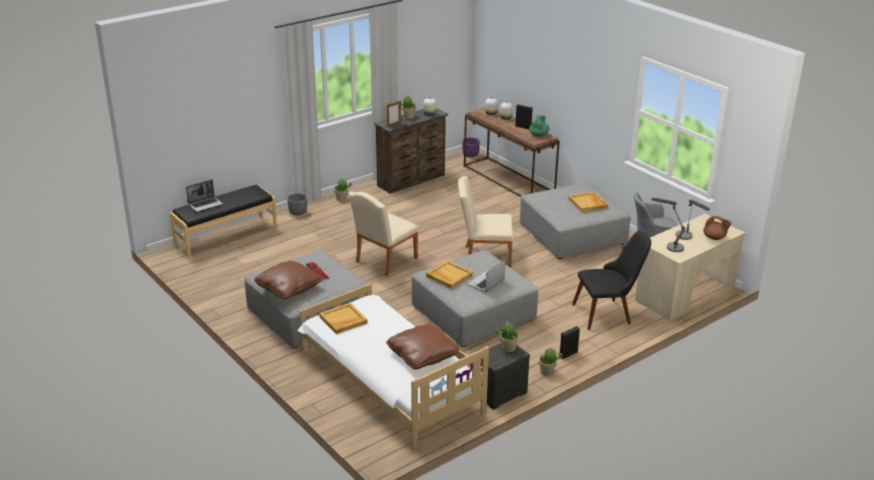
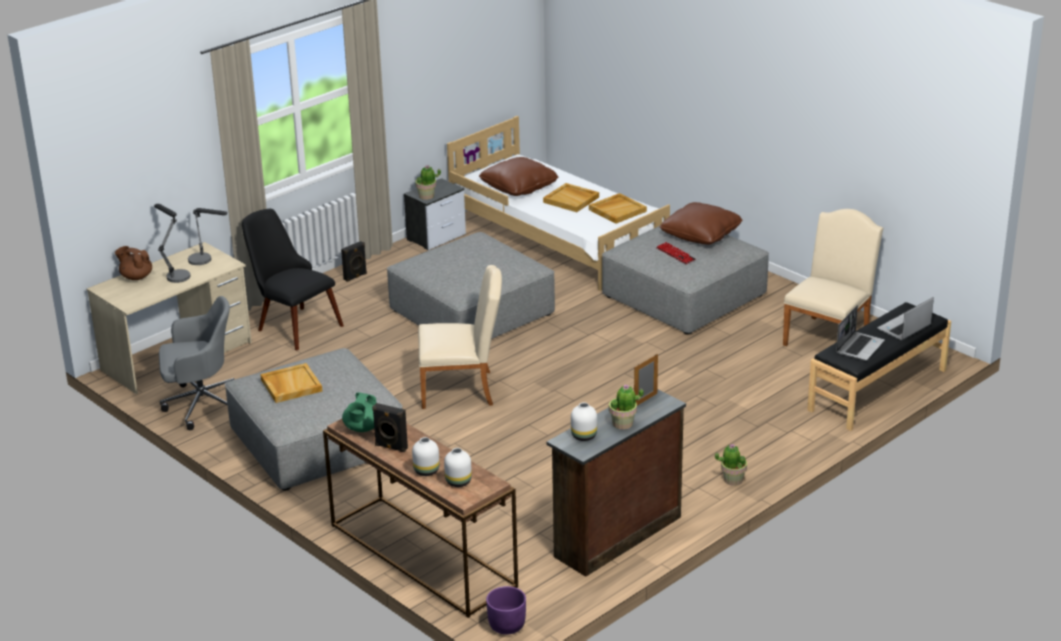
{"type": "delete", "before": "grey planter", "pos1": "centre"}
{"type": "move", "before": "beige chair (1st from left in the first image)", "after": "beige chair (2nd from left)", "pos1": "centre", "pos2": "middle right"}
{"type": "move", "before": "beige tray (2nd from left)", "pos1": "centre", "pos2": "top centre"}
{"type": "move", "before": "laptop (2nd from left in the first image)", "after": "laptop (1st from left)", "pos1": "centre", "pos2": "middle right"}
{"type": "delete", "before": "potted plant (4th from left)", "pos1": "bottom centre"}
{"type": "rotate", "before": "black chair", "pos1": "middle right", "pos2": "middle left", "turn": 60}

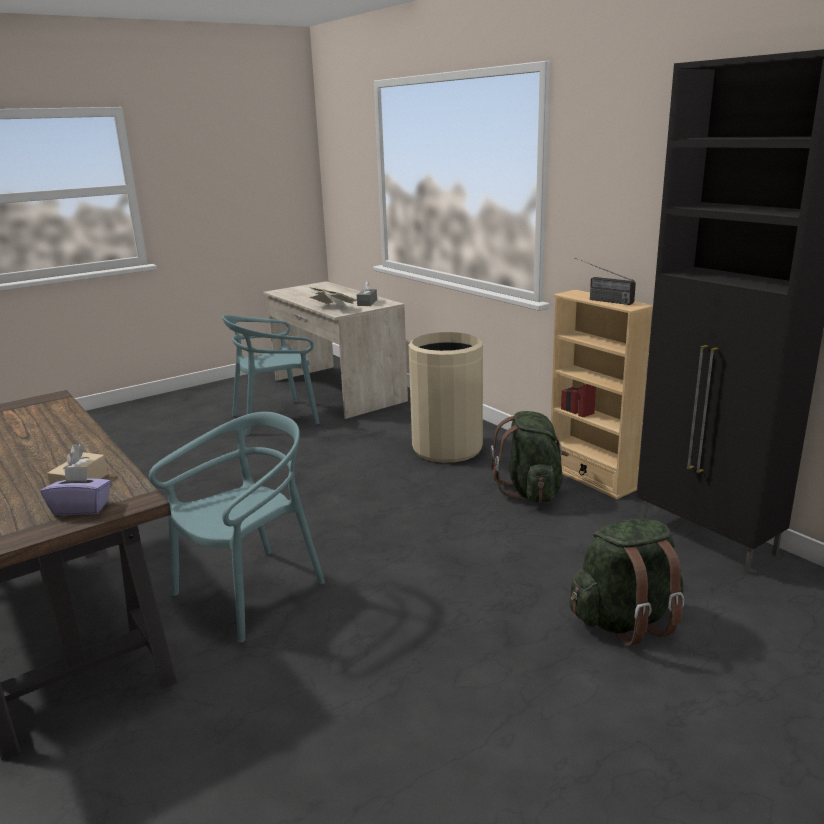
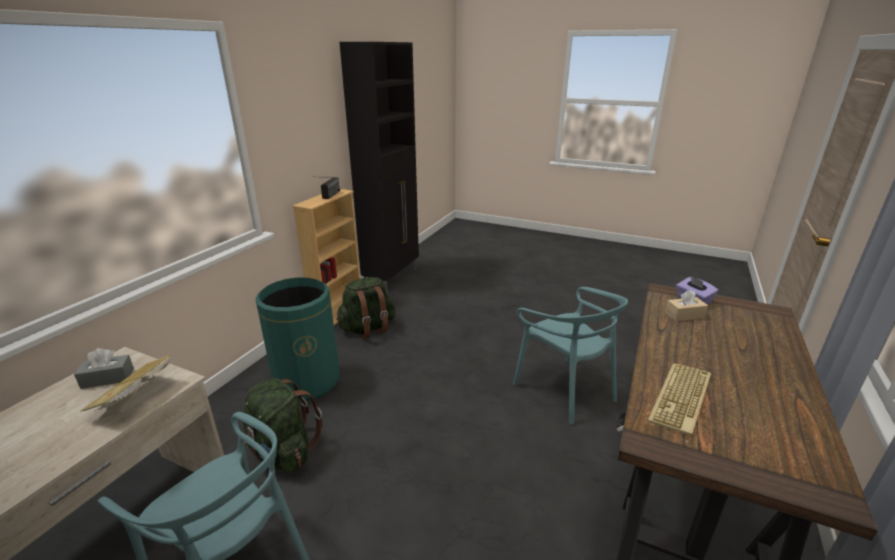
{"type": "rotate", "before": "turquoise chair (1st from left in the first image)", "pos1": "middle left", "pos2": "centre", "turn": -135}
{"type": "recolor", "before": "beige trash can", "after": "green trash can", "pos1": "centre", "pos2": "middle left"}
{"type": "move", "before": "green backpack (2nd from left in the first image)", "after": "green backpack (1st from left)", "pos1": "bottom right", "pos2": "bottom left"}
{"type": "insert", "after": "keyboard", "pos2": "bottom right"}

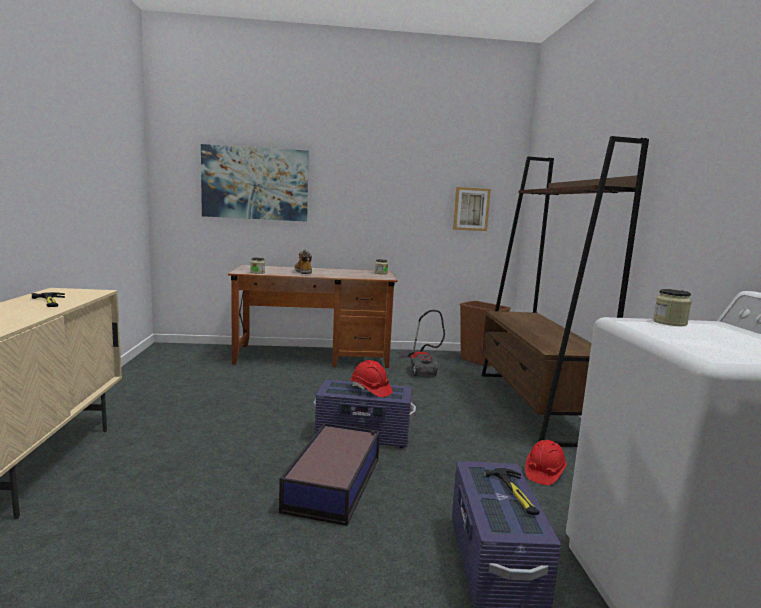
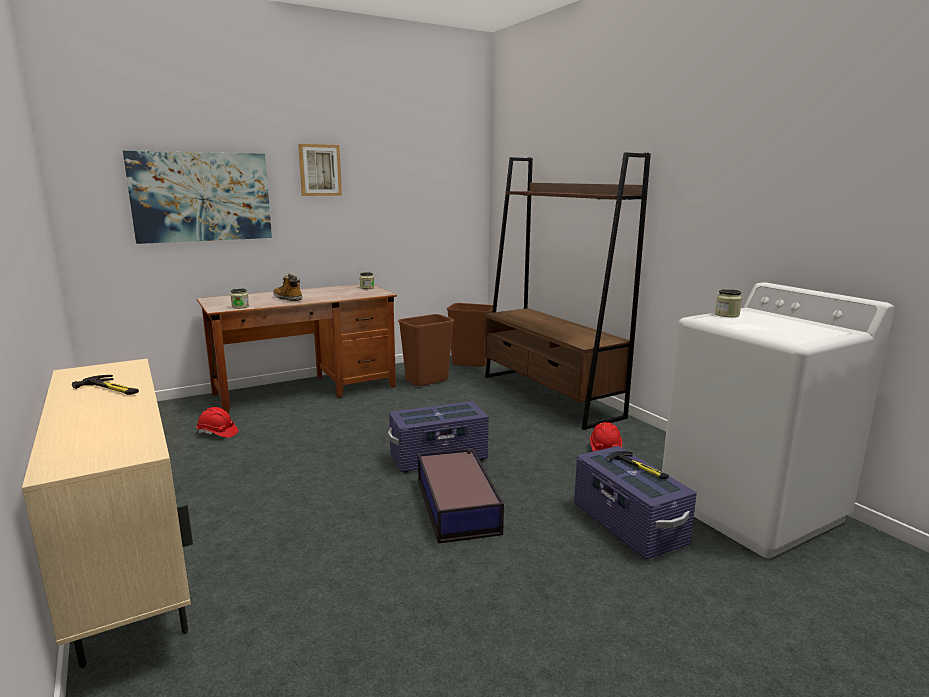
{"type": "move", "before": "red hard hat (1st from left)", "pos1": "centre", "pos2": "middle left"}
{"type": "replace", "before": "vacuum cleaner", "after": "brown trash can (1st from left)", "pos1": "centre", "pos2": "centre"}
{"type": "move", "before": "picture (2nd from left)", "pos1": "centre", "pos2": "top centre"}

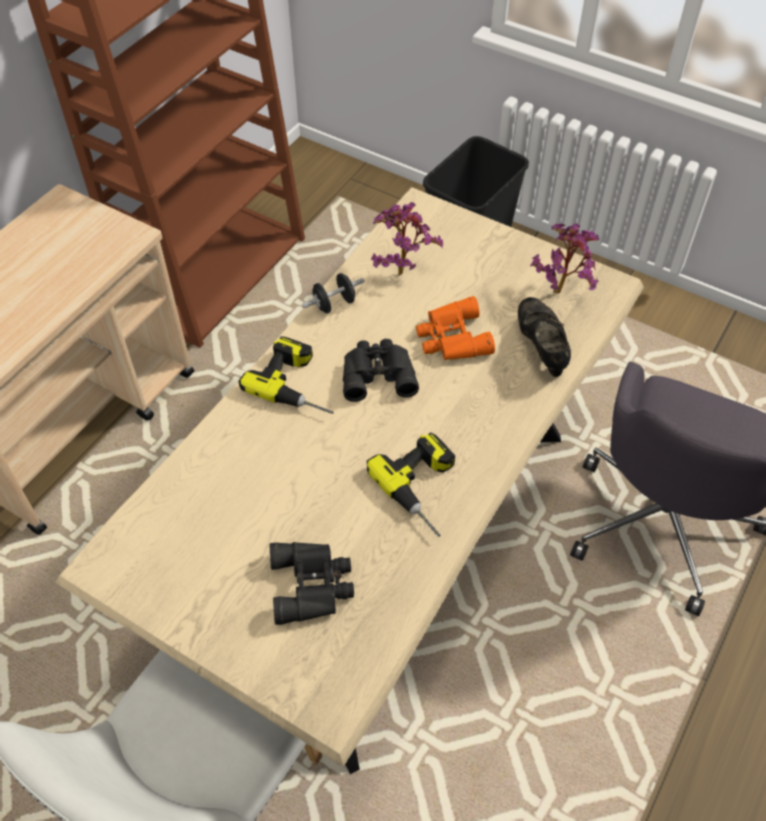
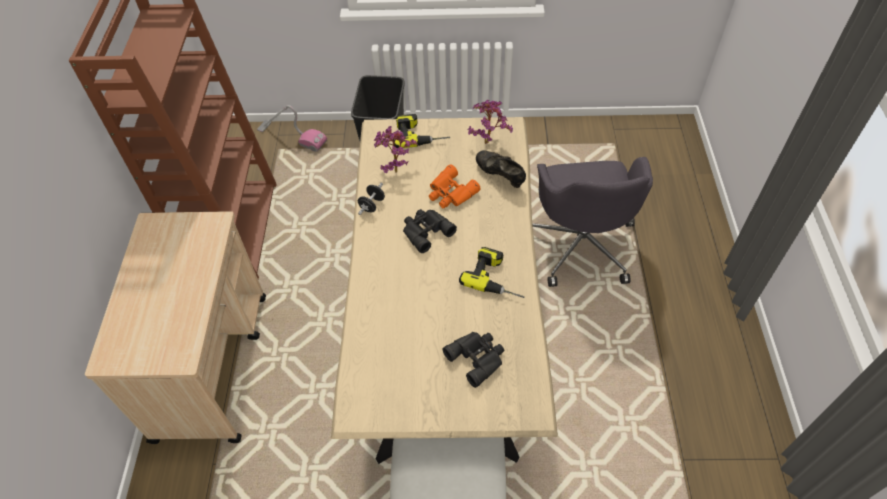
{"type": "move", "before": "power drill (1st from left)", "pos1": "centre", "pos2": "top centre"}
{"type": "insert", "after": "vacuum cleaner", "pos2": "top left"}

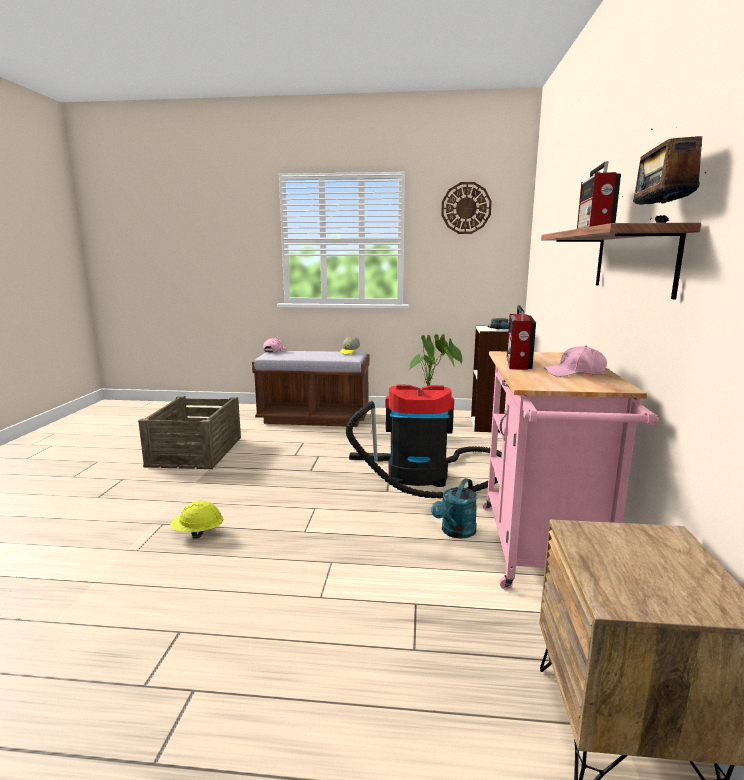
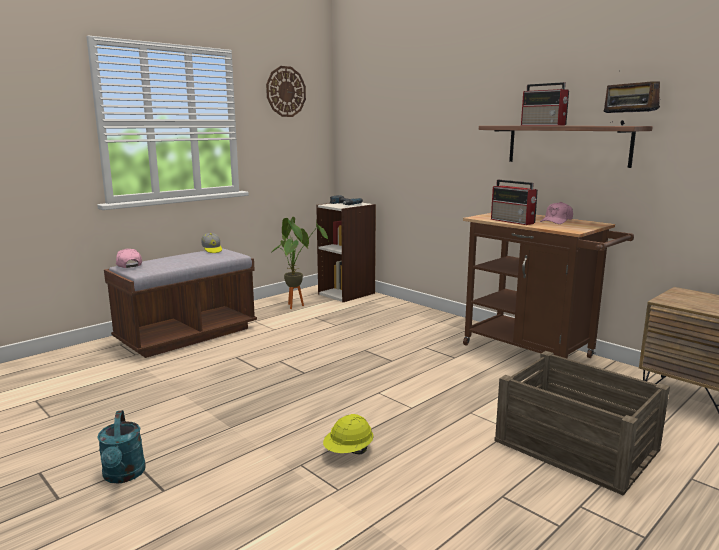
{"type": "move", "before": "crate", "pos1": "middle left", "pos2": "bottom right"}
{"type": "delete", "before": "vacuum cleaner", "pos1": "centre"}
{"type": "move", "before": "turquoise watering can", "pos1": "centre", "pos2": "bottom left"}
{"type": "recolor", "before": "pink cart", "after": "brown cart", "pos1": "middle right", "pos2": "middle right"}

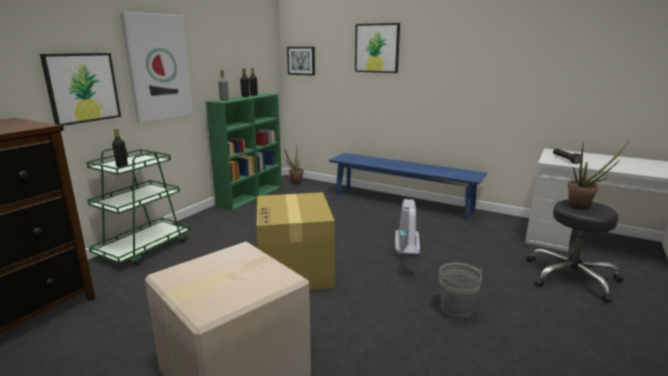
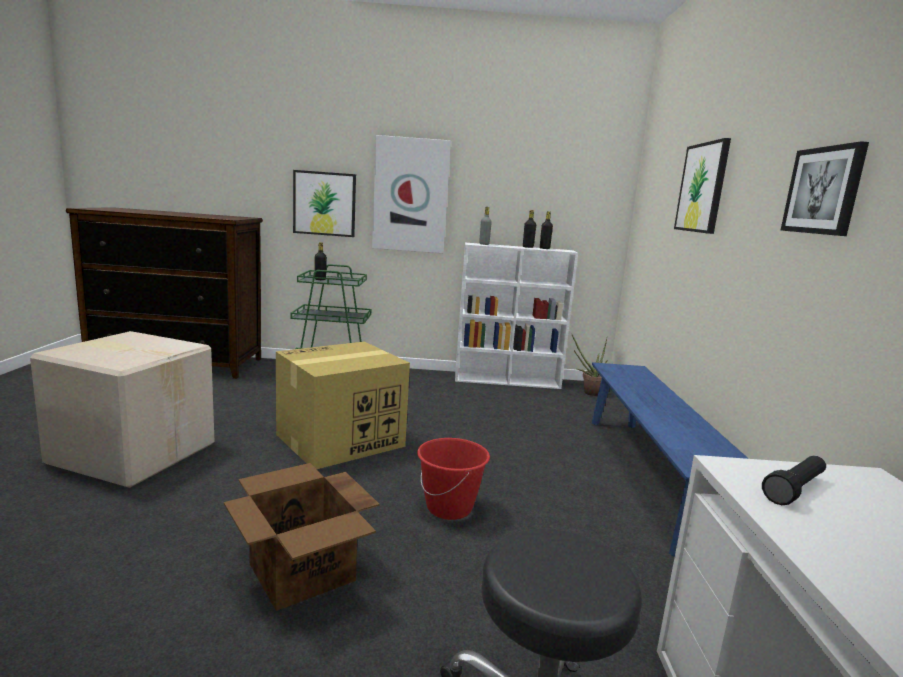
{"type": "recolor", "before": "green bookcase", "after": "white bookcase", "pos1": "centre", "pos2": "centre"}
{"type": "move", "before": "picture (3rd from left in the first image)", "after": "picture (4th from left)", "pos1": "top centre", "pos2": "top right"}
{"type": "replace", "before": "vacuum cleaner", "after": "red bucket", "pos1": "centre", "pos2": "bottom centre"}
{"type": "replace", "before": "grey bucket", "after": "cardboard box (2nd from left)", "pos1": "bottom right", "pos2": "bottom centre"}
{"type": "delete", "before": "potted plant (2nd from left)", "pos1": "middle right"}

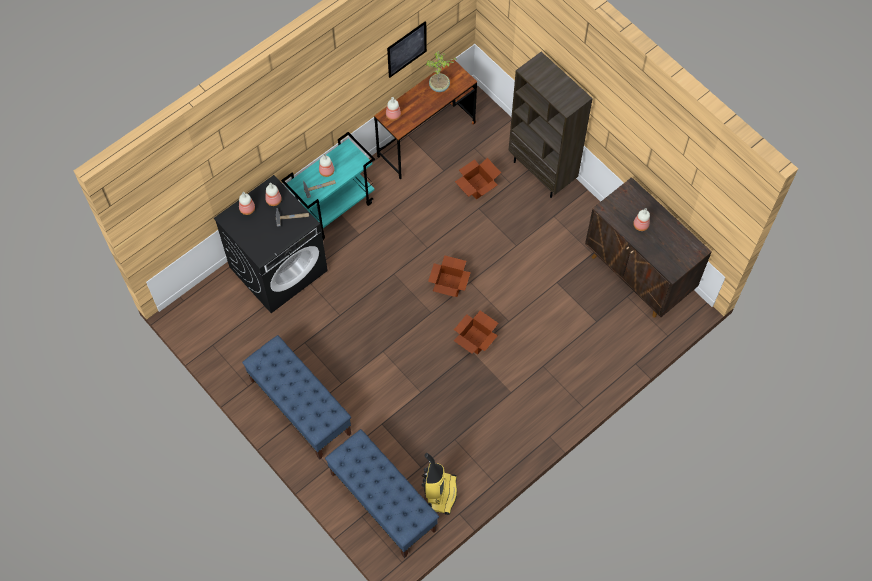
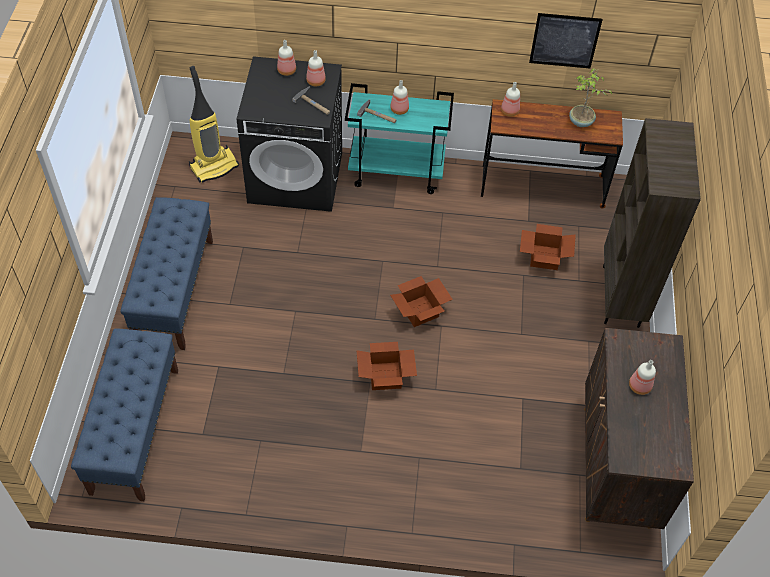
{"type": "move", "before": "vacuum cleaner", "pos1": "bottom centre", "pos2": "top left"}

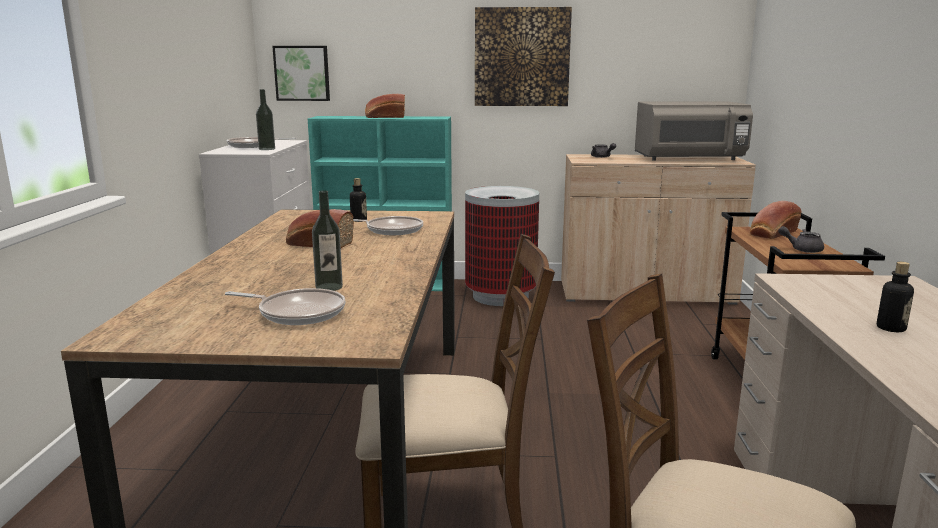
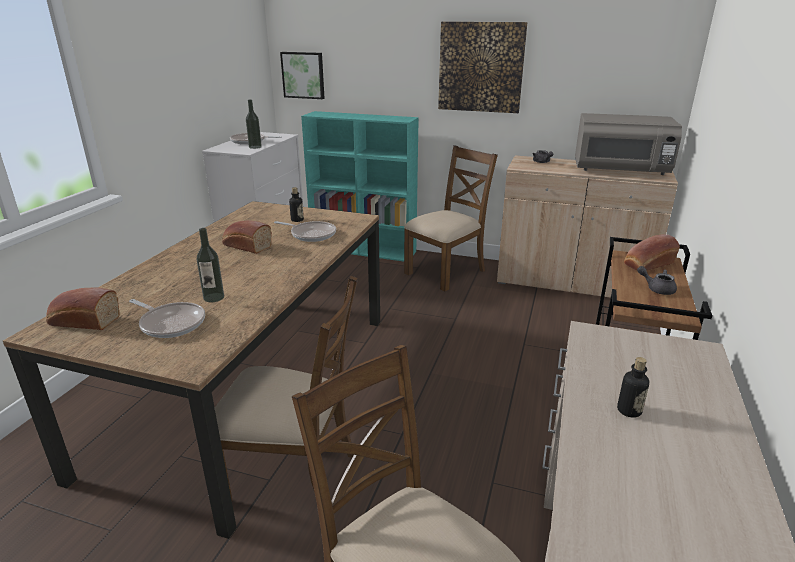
{"type": "move", "before": "bread (2nd from left in the first image)", "after": "bread (1st from left)", "pos1": "top centre", "pos2": "middle left"}
{"type": "replace", "before": "trash can", "after": "brown chair (3rd from left)", "pos1": "centre", "pos2": "centre"}

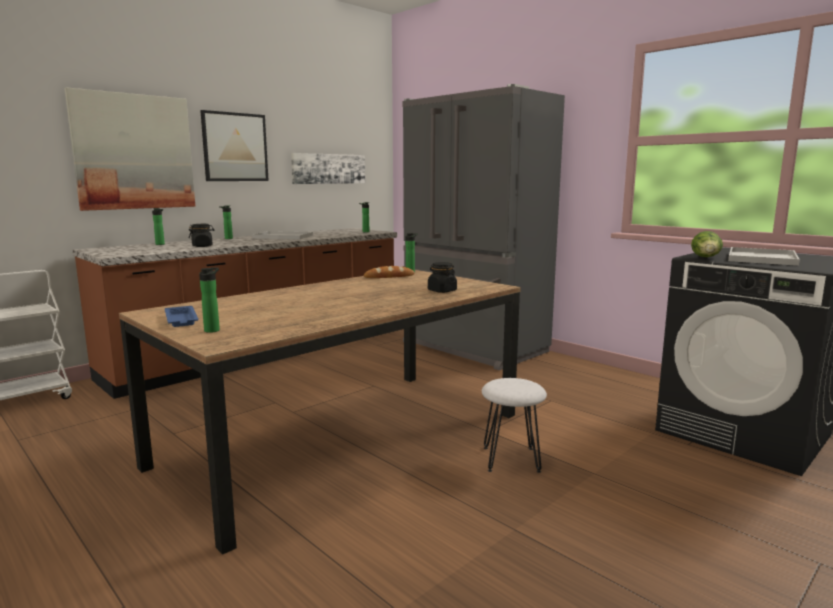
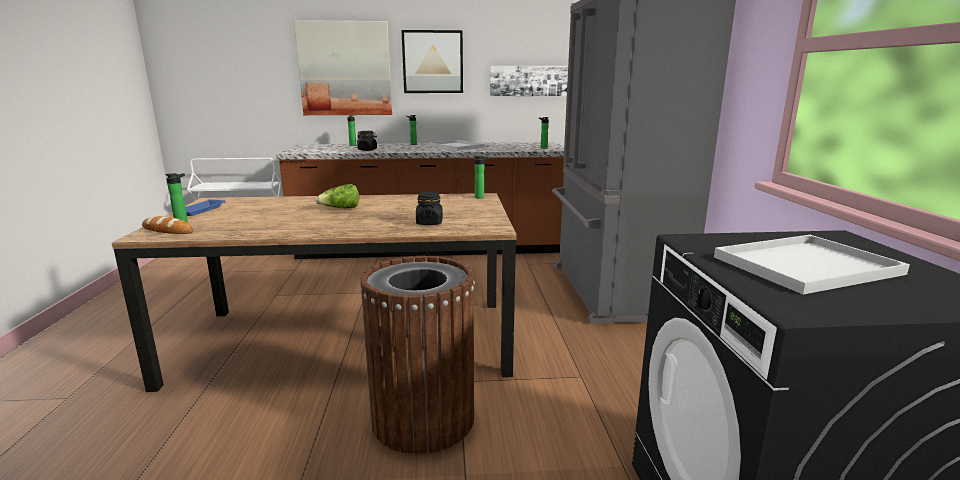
{"type": "move", "before": "bread", "pos1": "centre", "pos2": "middle left"}
{"type": "replace", "before": "white stool", "after": "brown trash can", "pos1": "bottom centre", "pos2": "bottom centre"}
{"type": "move", "before": "lettuce", "pos1": "middle right", "pos2": "centre"}

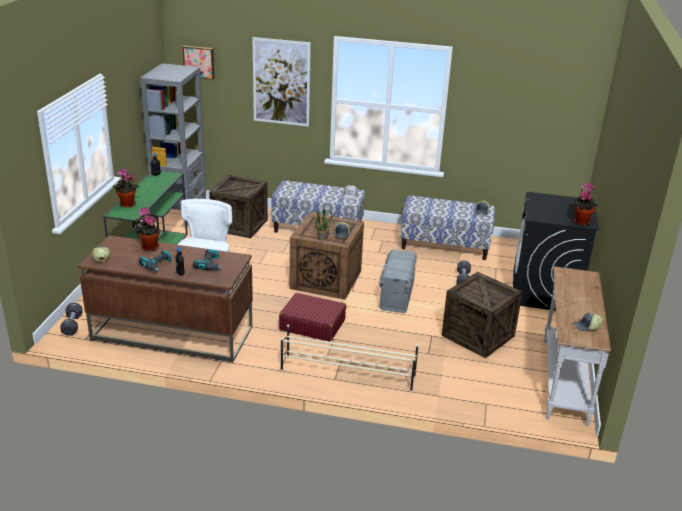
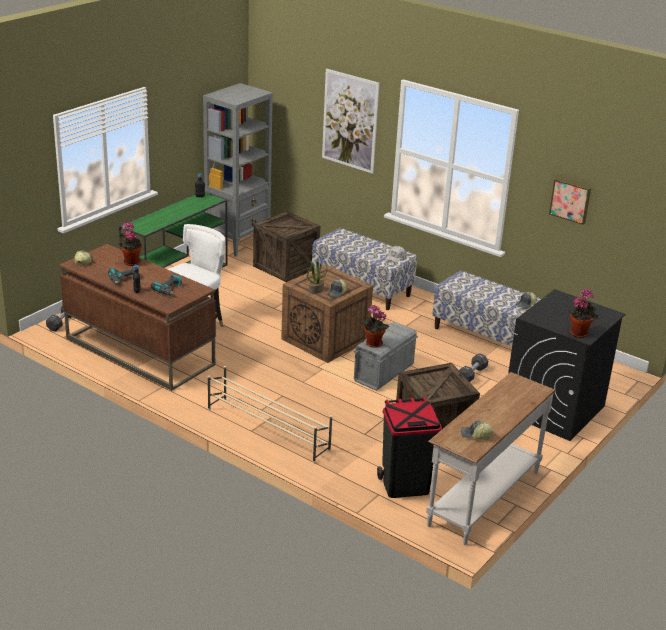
{"type": "move", "before": "potted plant (1st from left in the first image)", "after": "potted plant (3rd from left)", "pos1": "middle left", "pos2": "centre"}
{"type": "move", "before": "picture (1st from left in the first image)", "after": "picture (2nd from left)", "pos1": "top left", "pos2": "top right"}
{"type": "delete", "before": "red suitcase", "pos1": "centre"}
{"type": "insert", "after": "black trash can", "pos2": "bottom centre"}

